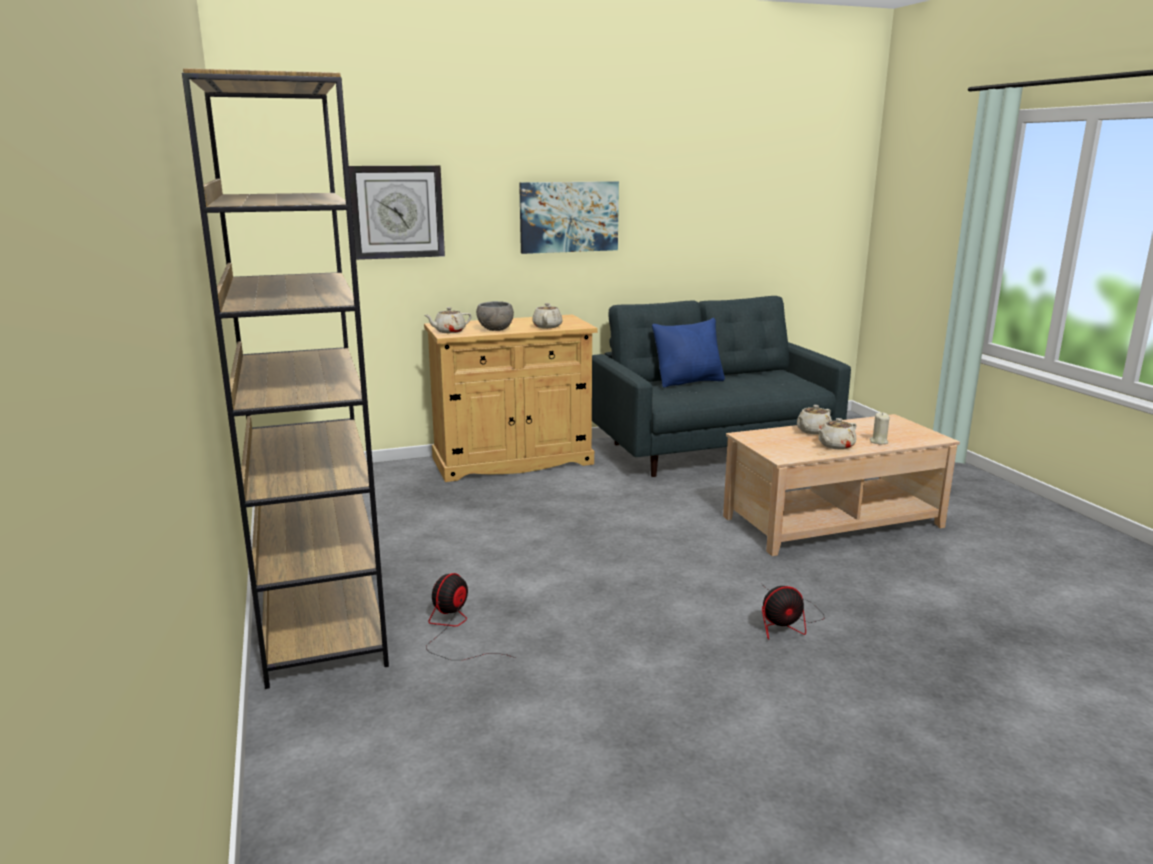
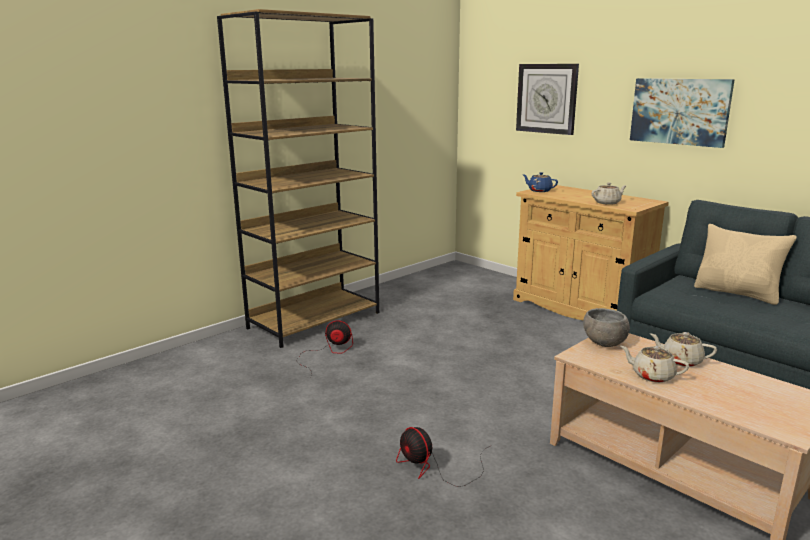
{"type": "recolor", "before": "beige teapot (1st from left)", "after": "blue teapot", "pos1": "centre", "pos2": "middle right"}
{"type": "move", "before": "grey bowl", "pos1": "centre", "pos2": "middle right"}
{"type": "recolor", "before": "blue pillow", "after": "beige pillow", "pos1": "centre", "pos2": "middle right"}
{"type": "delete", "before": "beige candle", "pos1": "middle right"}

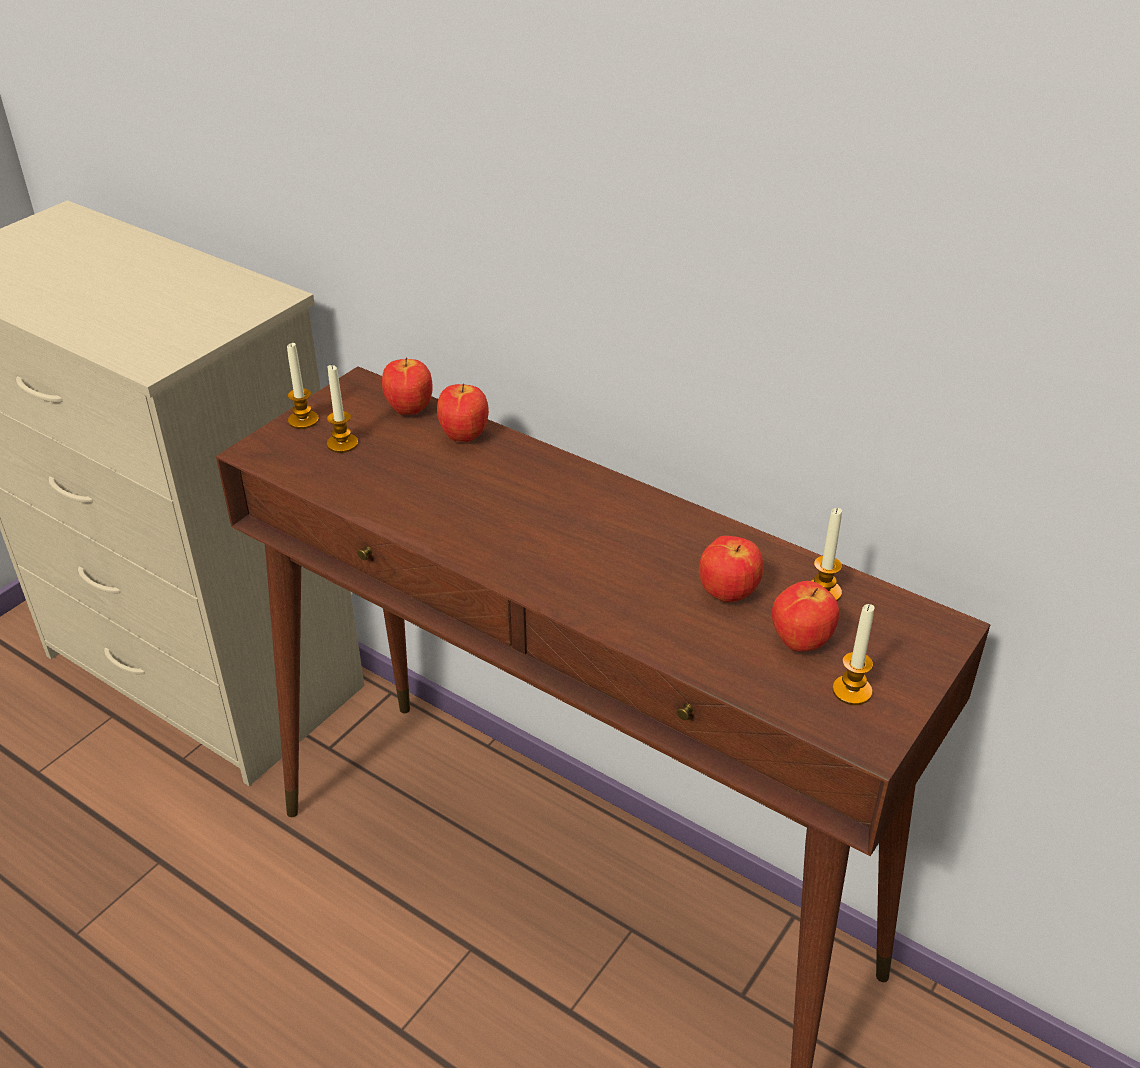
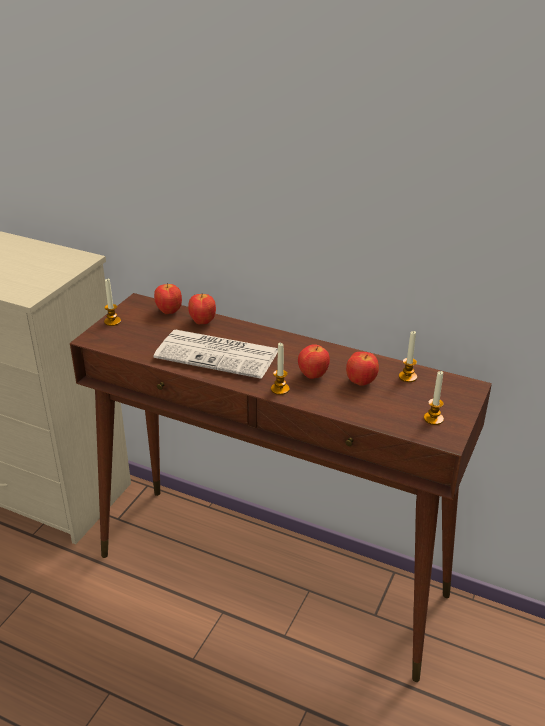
{"type": "move", "before": "candle (2nd from left)", "pos1": "middle left", "pos2": "centre"}
{"type": "move", "before": "apple (4th from left in the first image)", "after": "apple (3rd from left)", "pos1": "middle right", "pos2": "centre"}
{"type": "insert", "after": "newspaper", "pos2": "centre"}

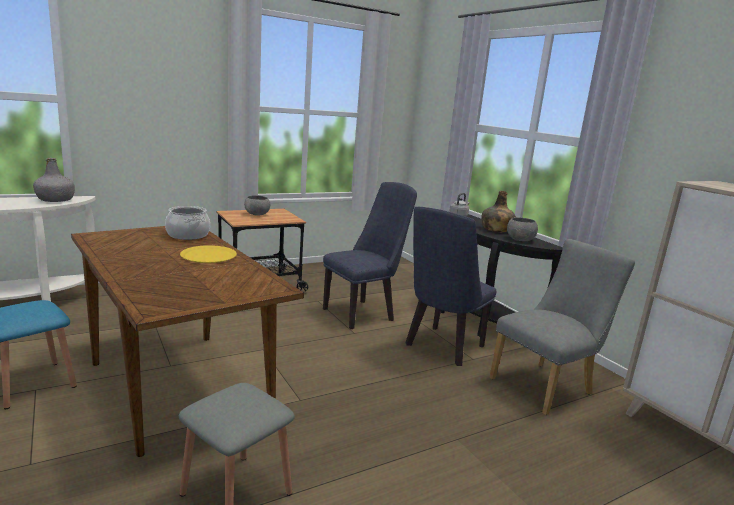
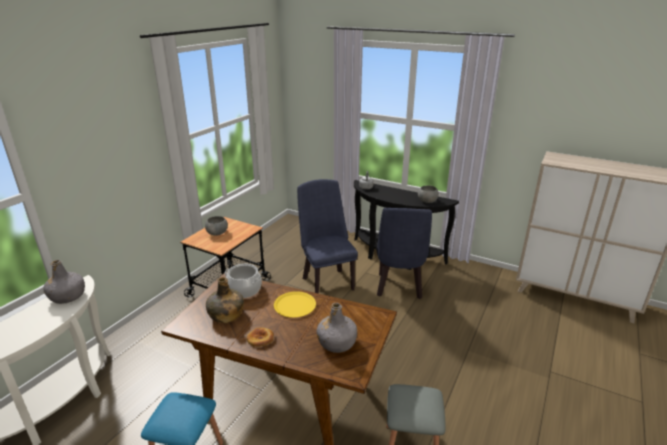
{"type": "rotate", "before": "blue chair (1st from left)", "pos1": "centre", "pos2": "centre", "turn": -45}
{"type": "move", "before": "green bottle", "pos1": "middle right", "pos2": "bottom centre"}
{"type": "delete", "before": "grey chair", "pos1": "middle right"}
{"type": "insert", "after": "bread", "pos2": "bottom centre"}
{"type": "insert", "after": "grey bottle (2nd from left)", "pos2": "bottom centre"}

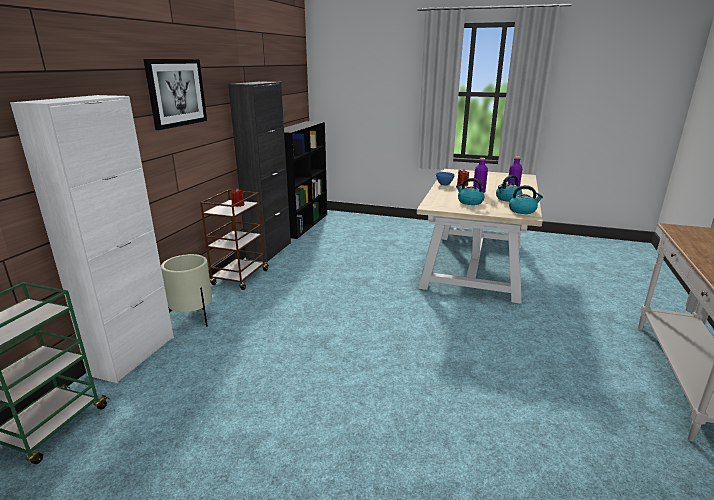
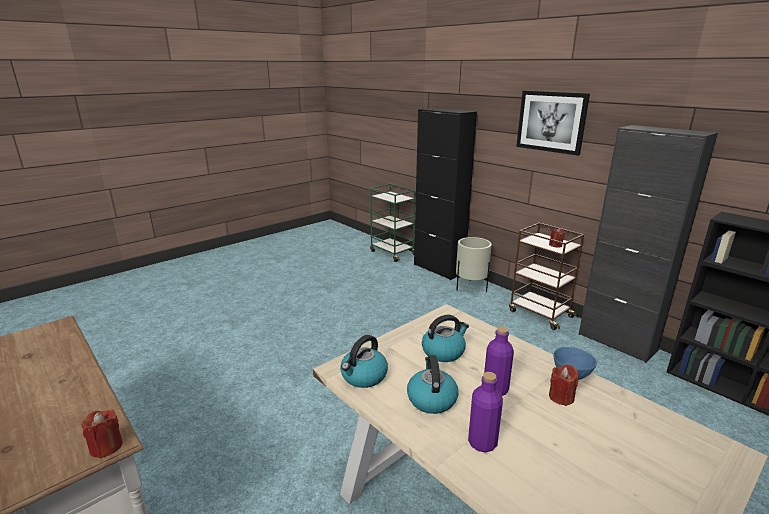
{"type": "recolor", "before": "white cabinet", "after": "black cabinet (1st from left)", "pos1": "middle left", "pos2": "centre"}
{"type": "insert", "after": "red candle (1st from left)", "pos2": "bottom left"}

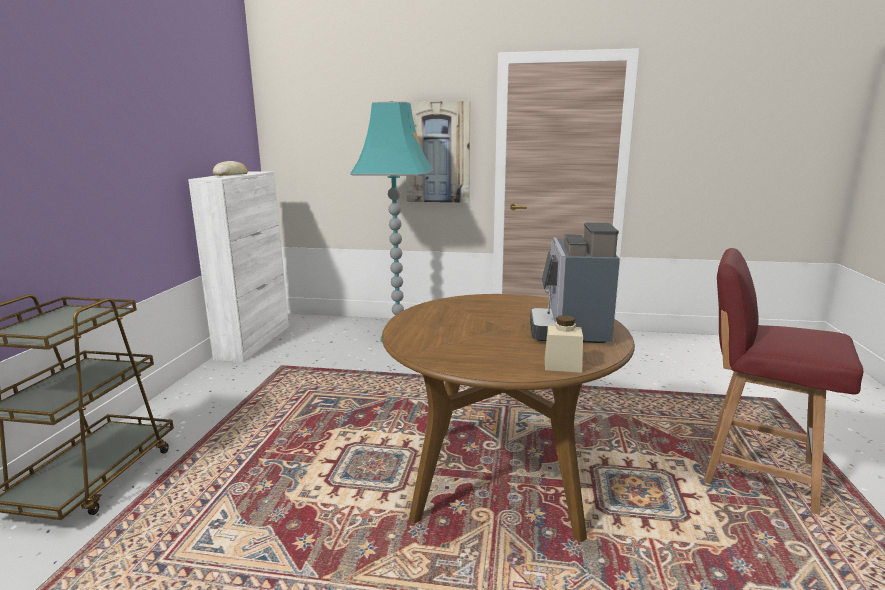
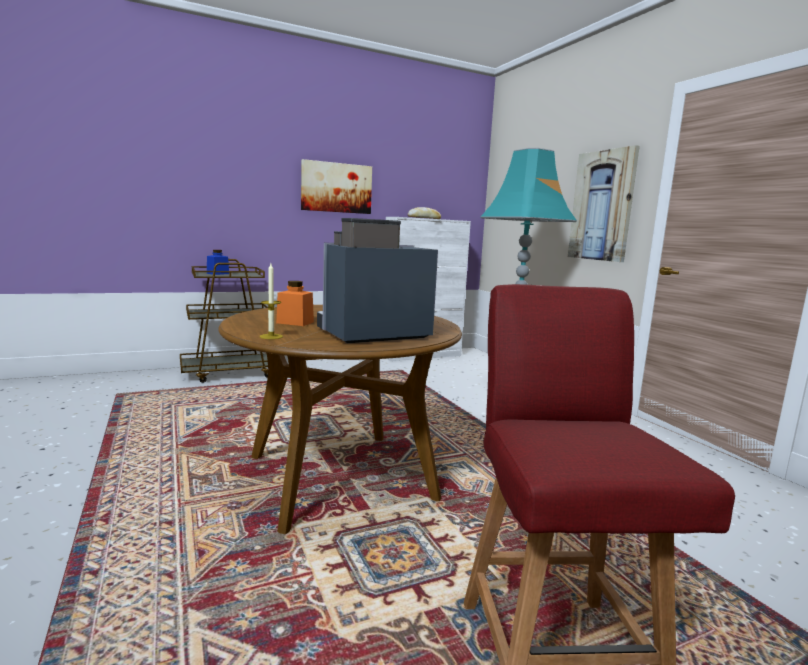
{"type": "replace", "before": "beige jar", "after": "candle", "pos1": "centre", "pos2": "centre"}
{"type": "insert", "after": "blue jar", "pos2": "middle left"}
{"type": "insert", "after": "orange jar", "pos2": "centre"}
{"type": "insert", "after": "picture (1st from left)", "pos2": "top centre"}

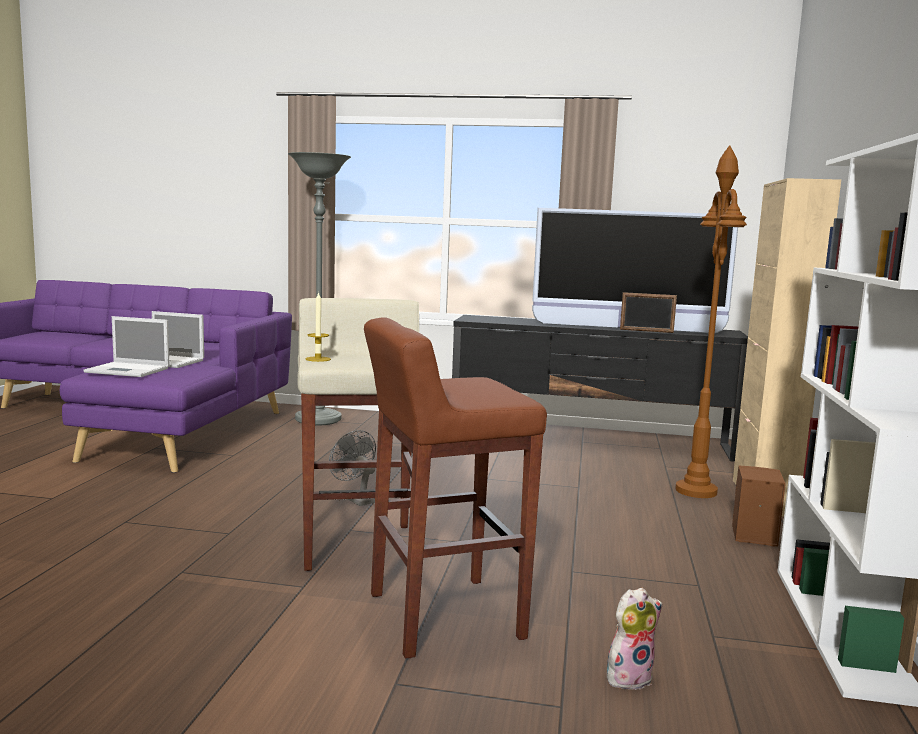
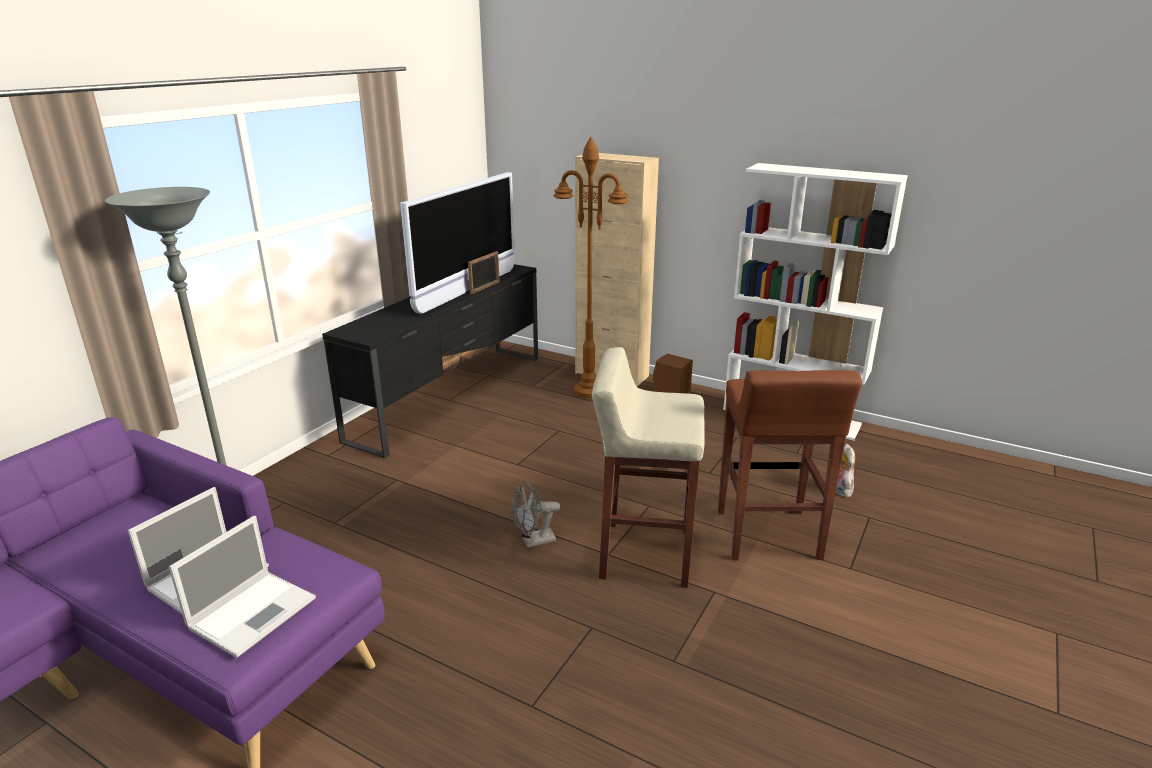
{"type": "delete", "before": "candle", "pos1": "centre"}

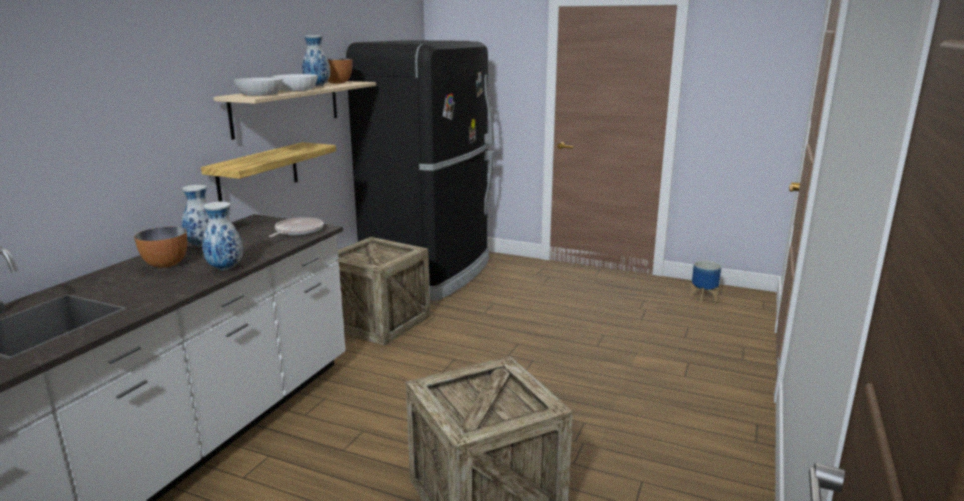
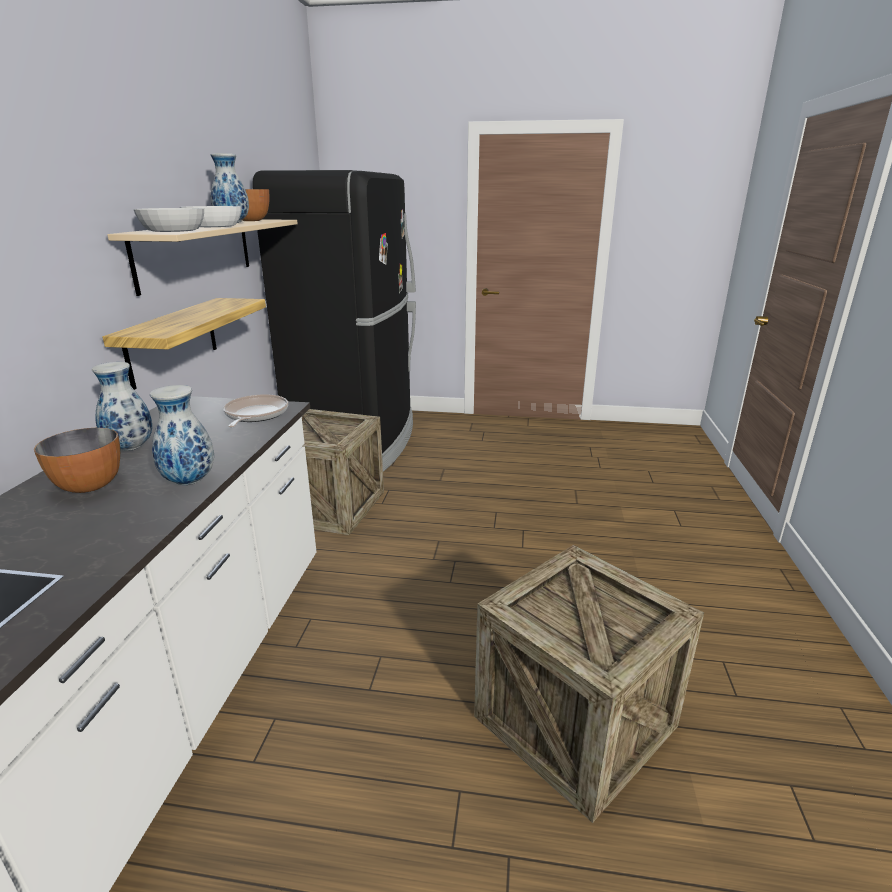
{"type": "delete", "before": "planter", "pos1": "middle right"}

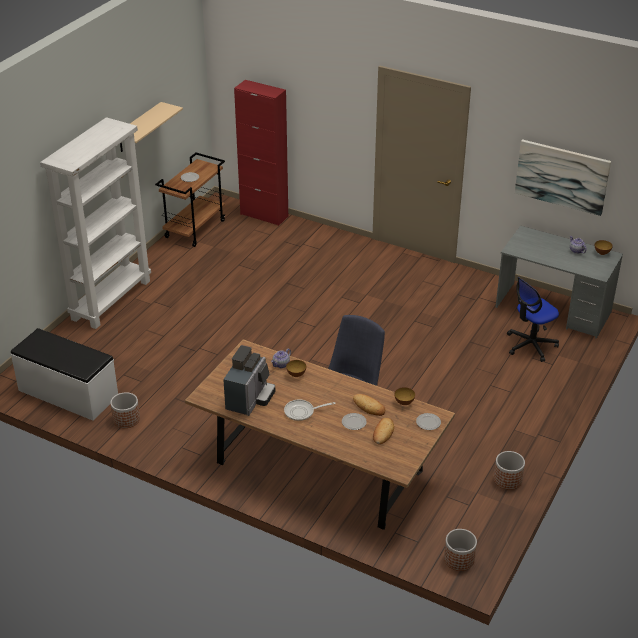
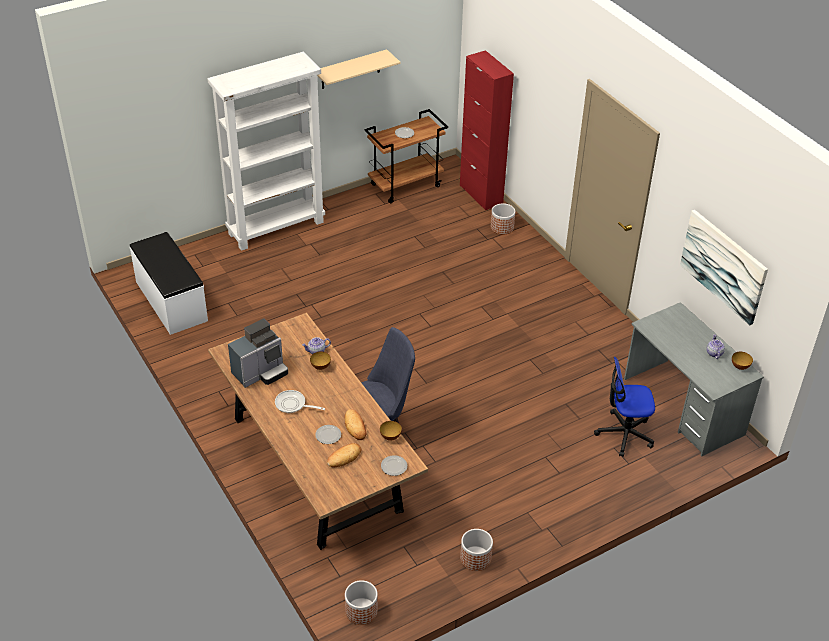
{"type": "move", "before": "planter (1st from left in the first image)", "after": "planter (3rd from left)", "pos1": "middle left", "pos2": "centre"}

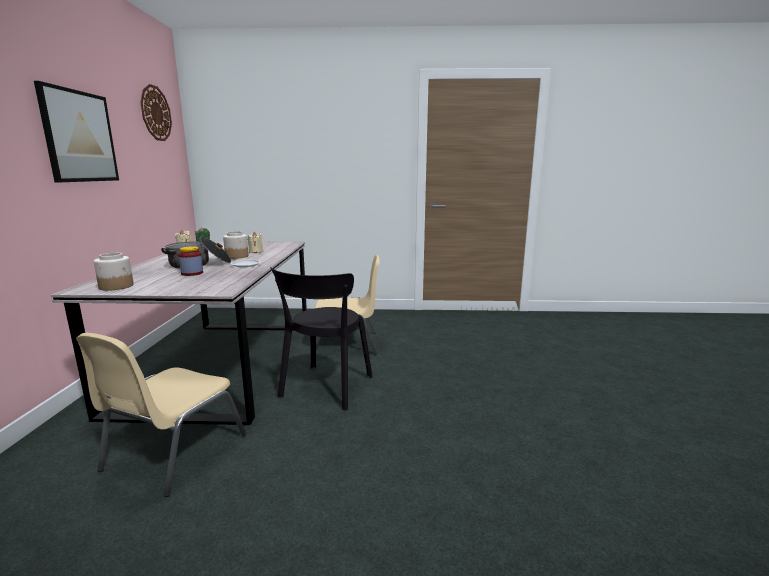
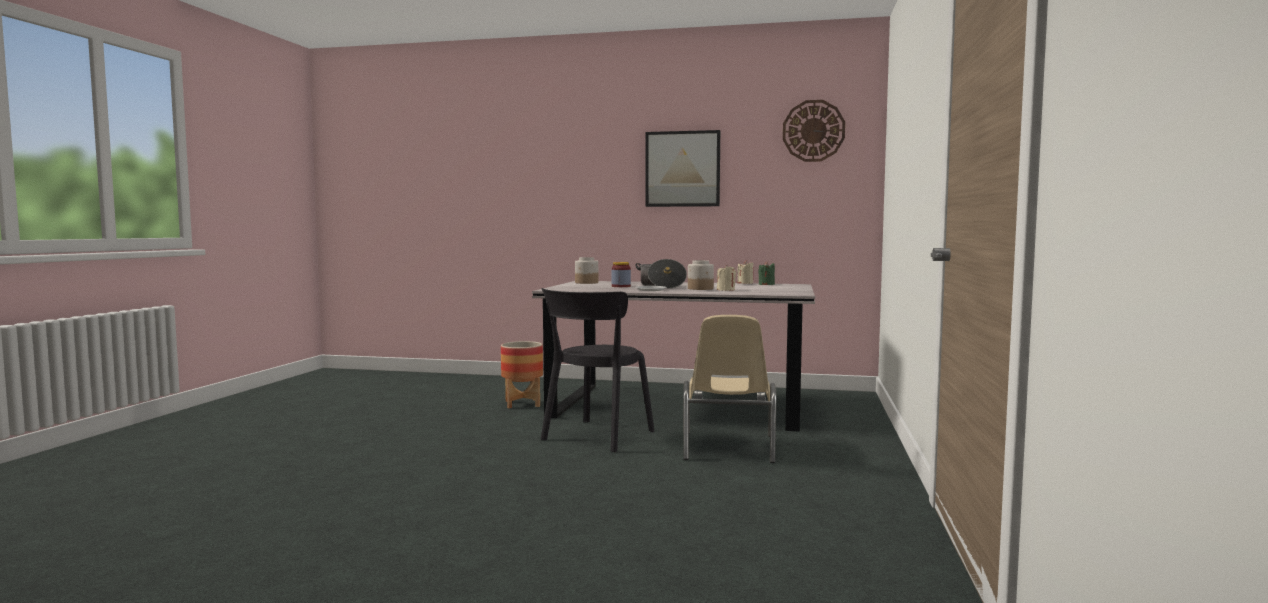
{"type": "replace", "before": "beige chair (1st from left)", "after": "planter", "pos1": "bottom left", "pos2": "centre"}
{"type": "rotate", "before": "black chair", "pos1": "centre", "pos2": "centre", "turn": -90}

